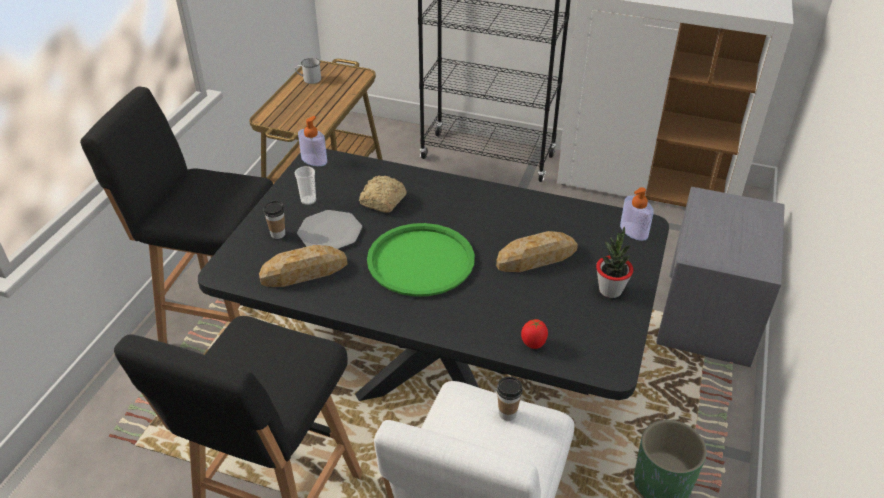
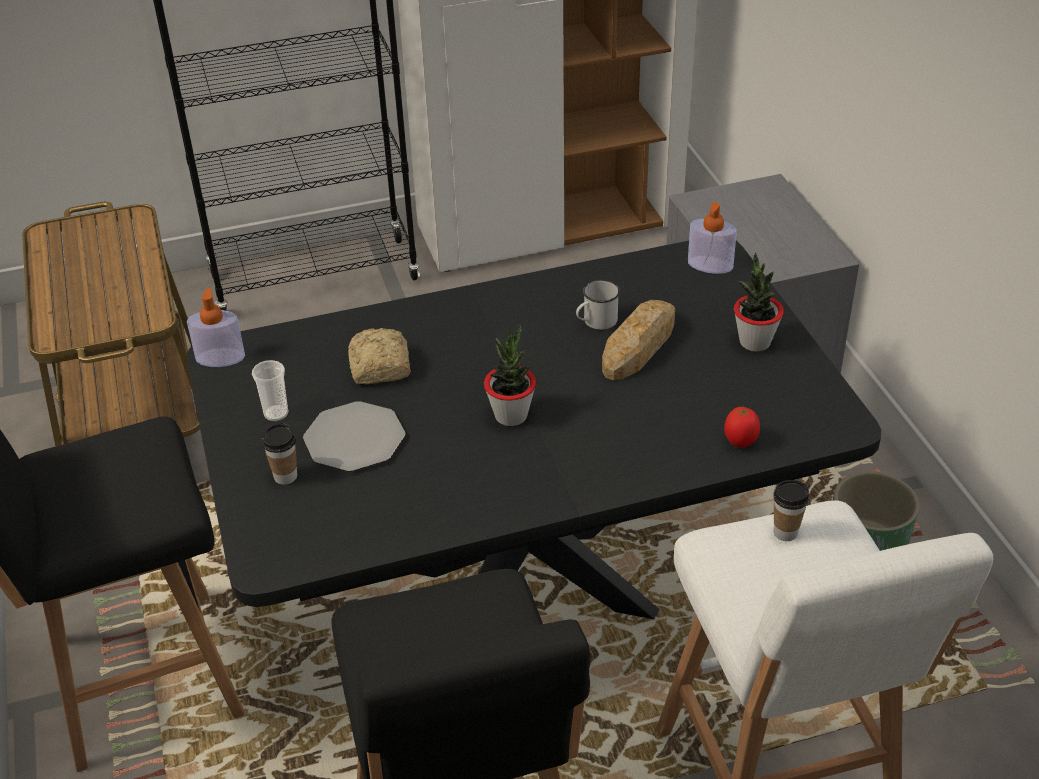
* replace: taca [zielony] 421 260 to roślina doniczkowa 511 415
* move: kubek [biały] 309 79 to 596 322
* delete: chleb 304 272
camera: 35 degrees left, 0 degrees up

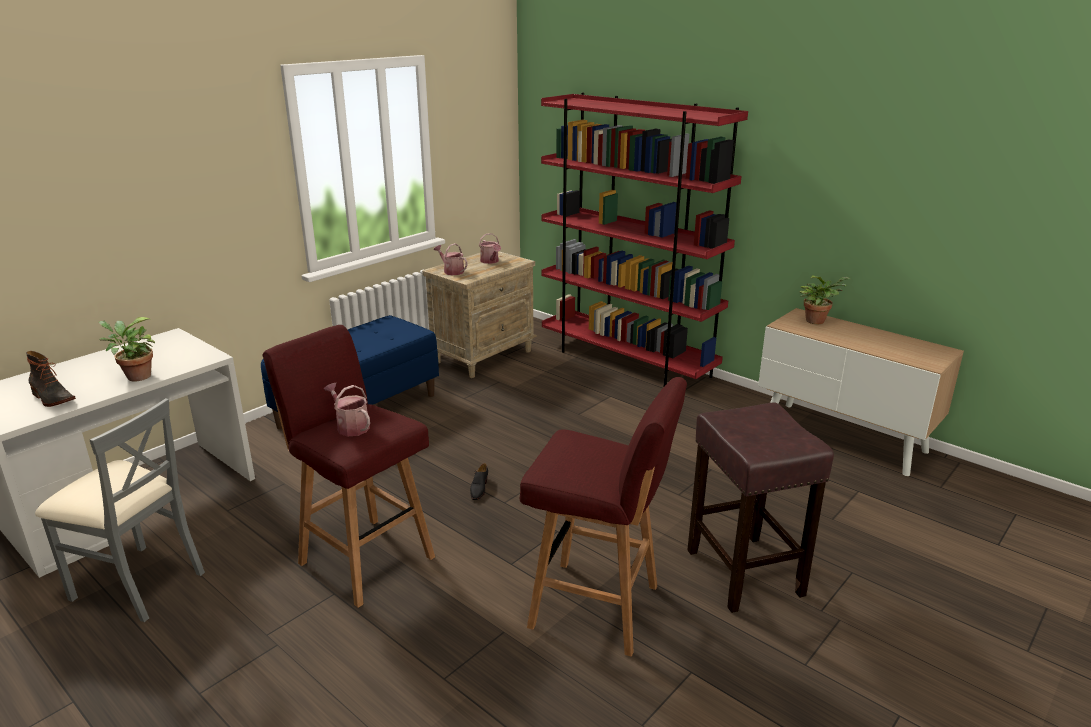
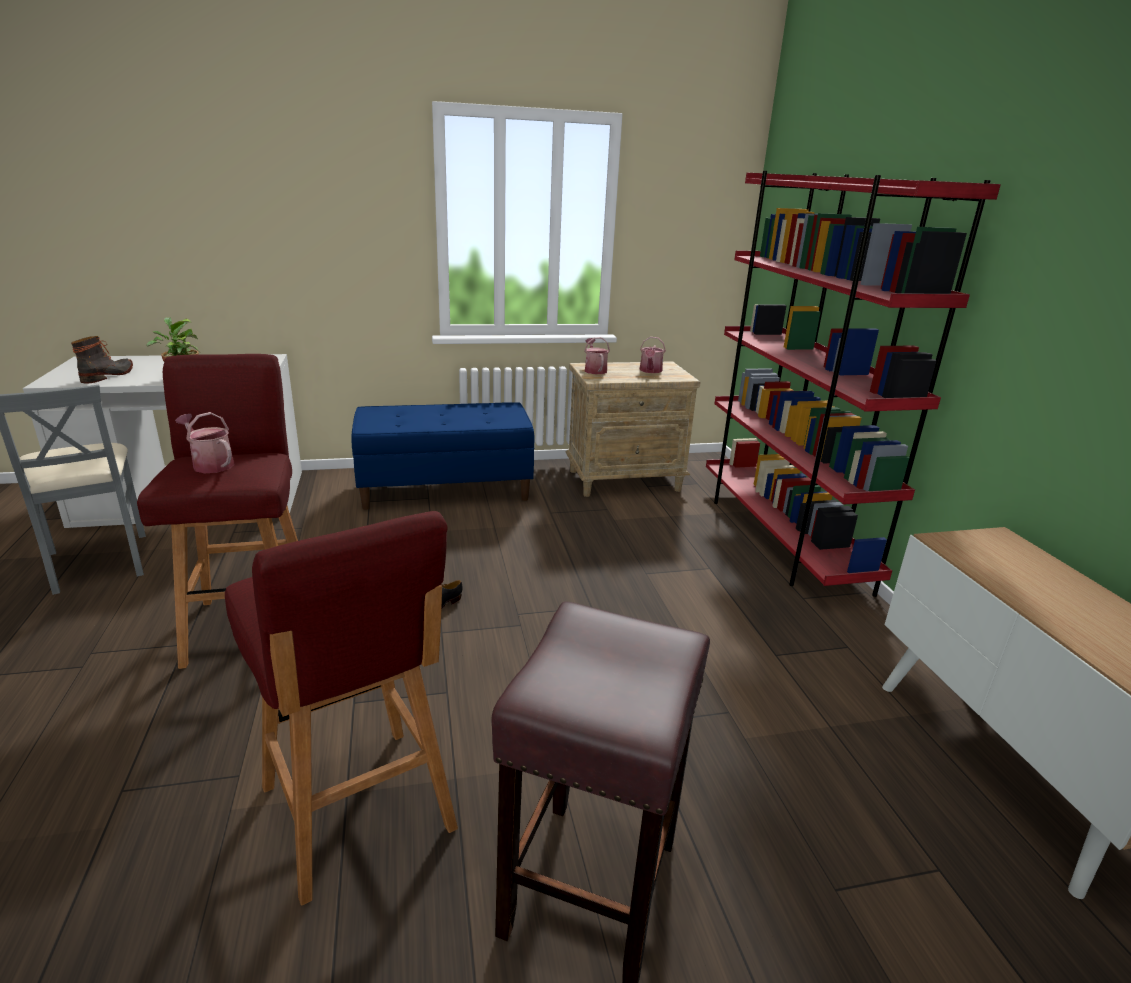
* rotate: but z cholewką 52 398 = 109 375 150 degrees counterclockwise
* rotate: konewka 350 426 = 210 464 45 degrees counterclockwise
* delete: roślina doniczkowa 817 320
camera: 35 degrees right, 0 degrees up

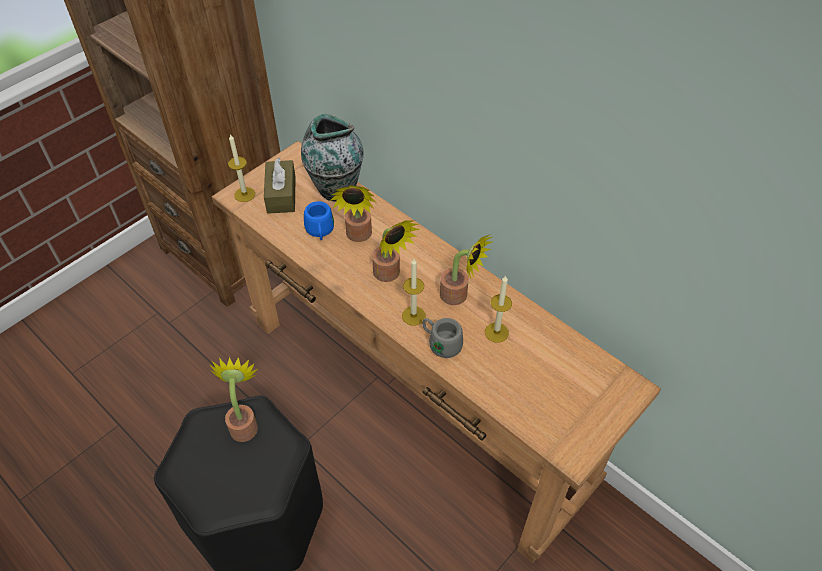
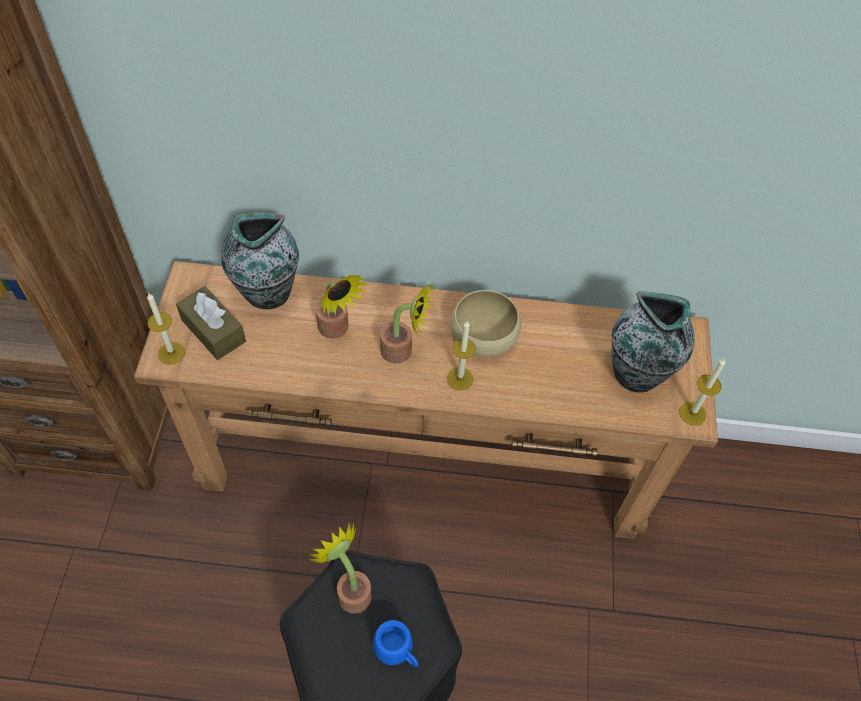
* move: kubek [niebieski] 320 232 to 397 652
* replace: roślina doniczkowa 458 296 to miska [beżowy] 483 335
* insert: wazon 638 373
* move: świeca 496 332 to 692 413
* delete: kubek [szary] 440 343
camera: 40 degrees left, 5 degrees up

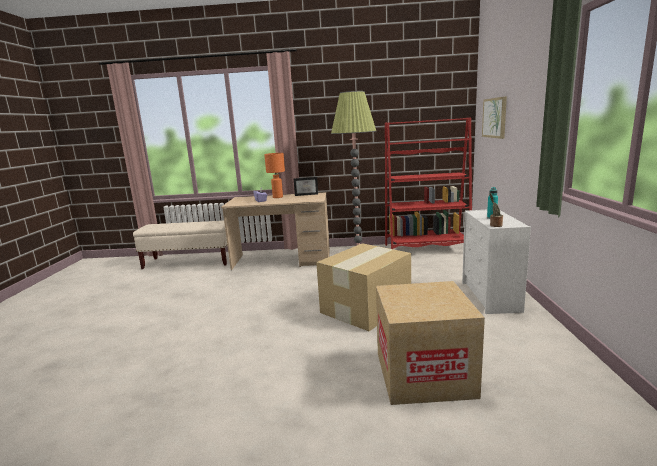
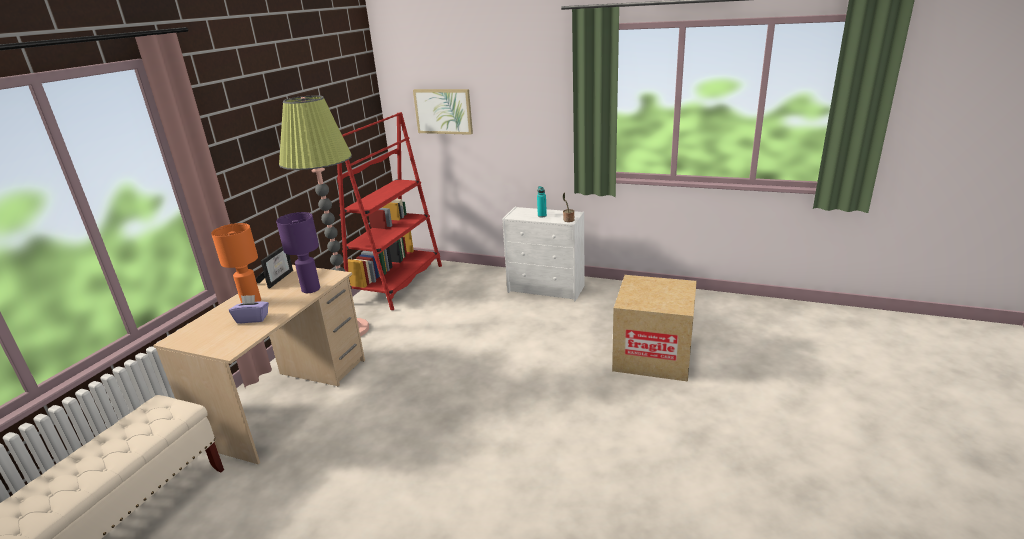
* insert: lampa stołowa [fioletowy] 311 289
* delete: karton 367 307
camera: 70 degrees left, 10 degrees up

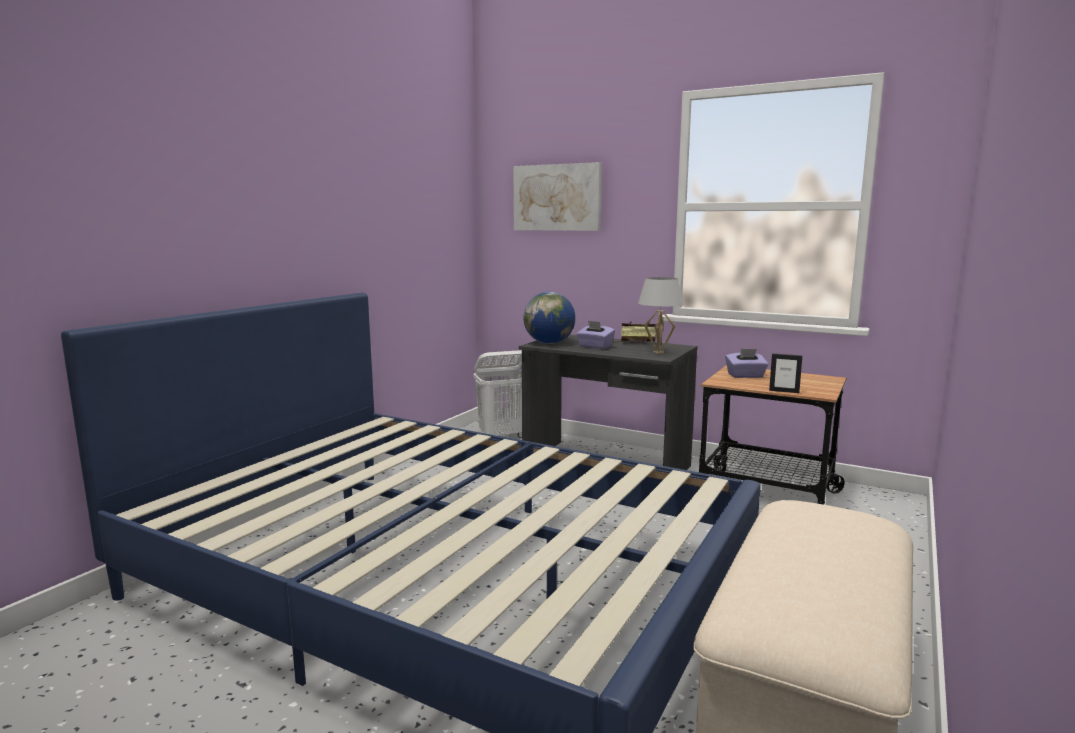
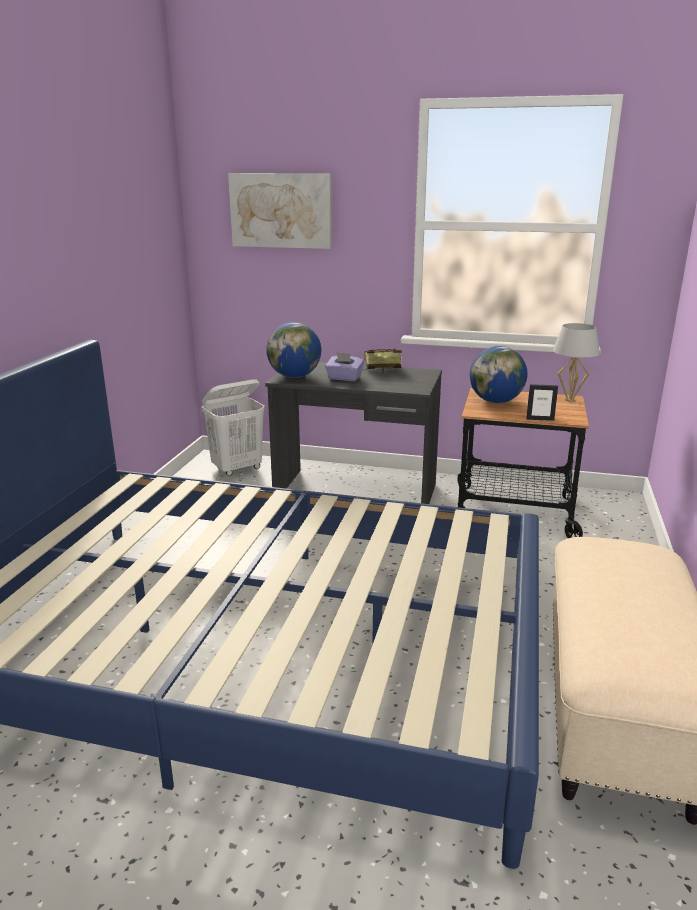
* replace: pudełko chusteczek [fioletowy] 745 376 to globus 496 401
* move: lampa stołowa [biały] 658 352 to 569 399
camera: 15 degrees left, 10 degrees up

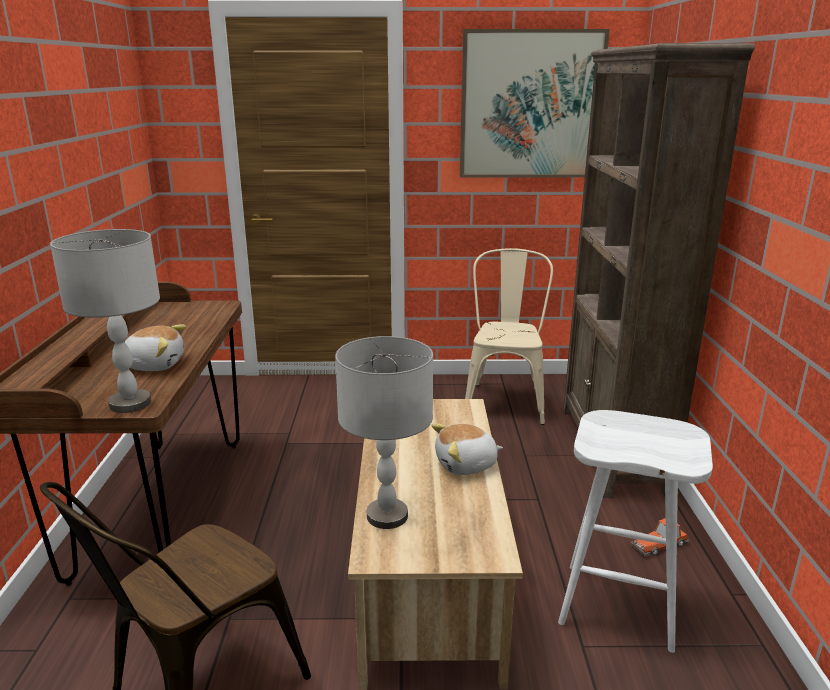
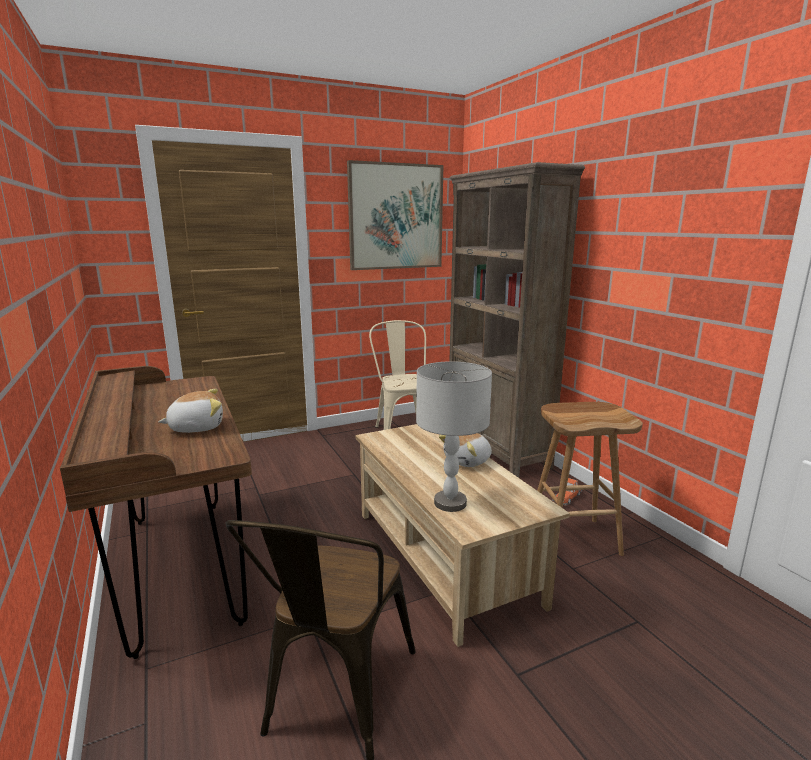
* recolor: stołek [biały] 620 605 to stołek [brązowy] 574 538
* delete: lampa stołowa [szary] 129 404
camera: 25 degrees left, 5 degrees down

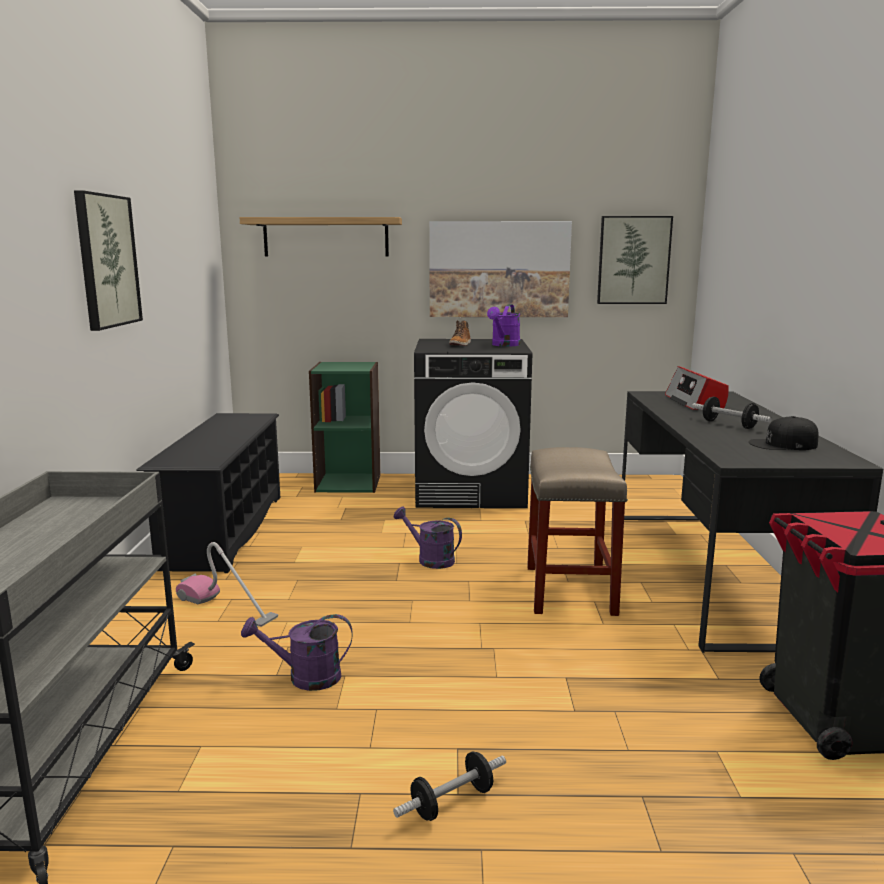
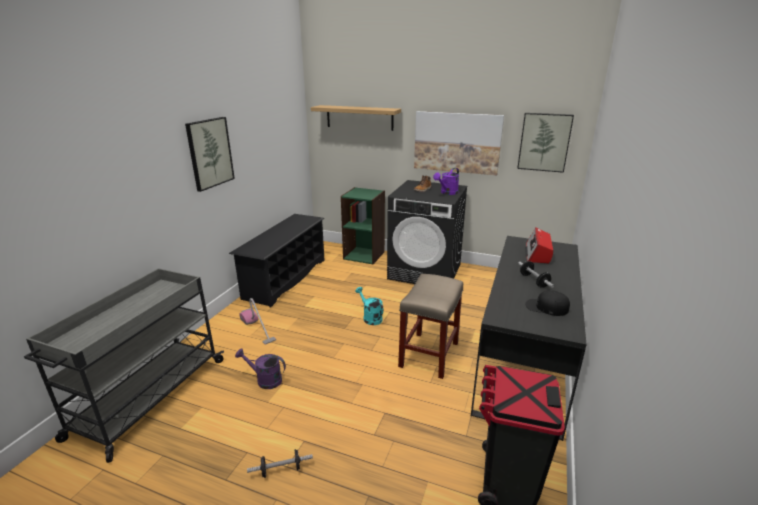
* recolor: konewka [fioletowy] 430 559 to konewka [turkusowy] 370 317
camera: 20 degrees right, 10 degrees up

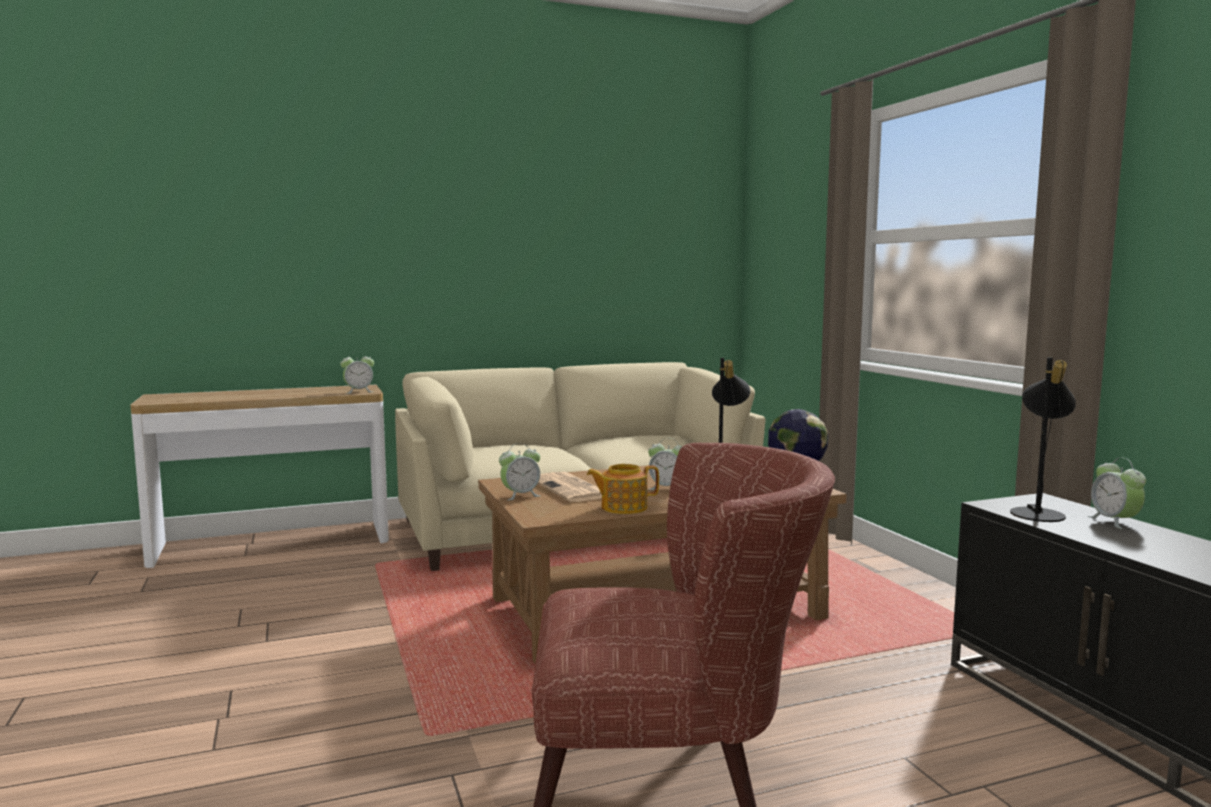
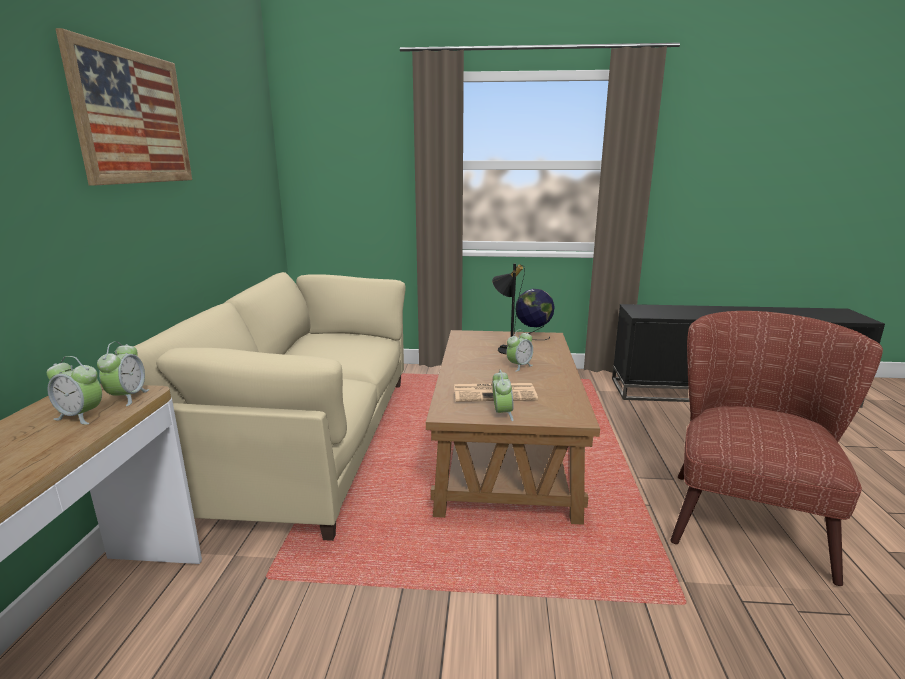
* move: budzik 1114 521 to 81 416
* insert: obraz 133 118
* delete: imbryk 623 507
* delete: lampa stołowa [czarny] 1038 512
camera: 65 degrees left, 10 degrees up

